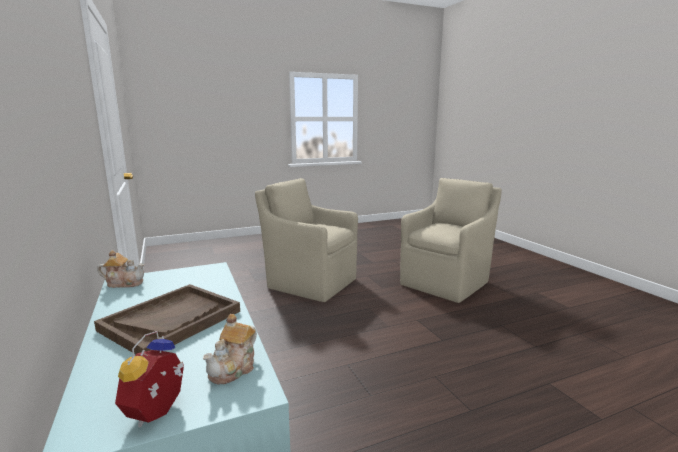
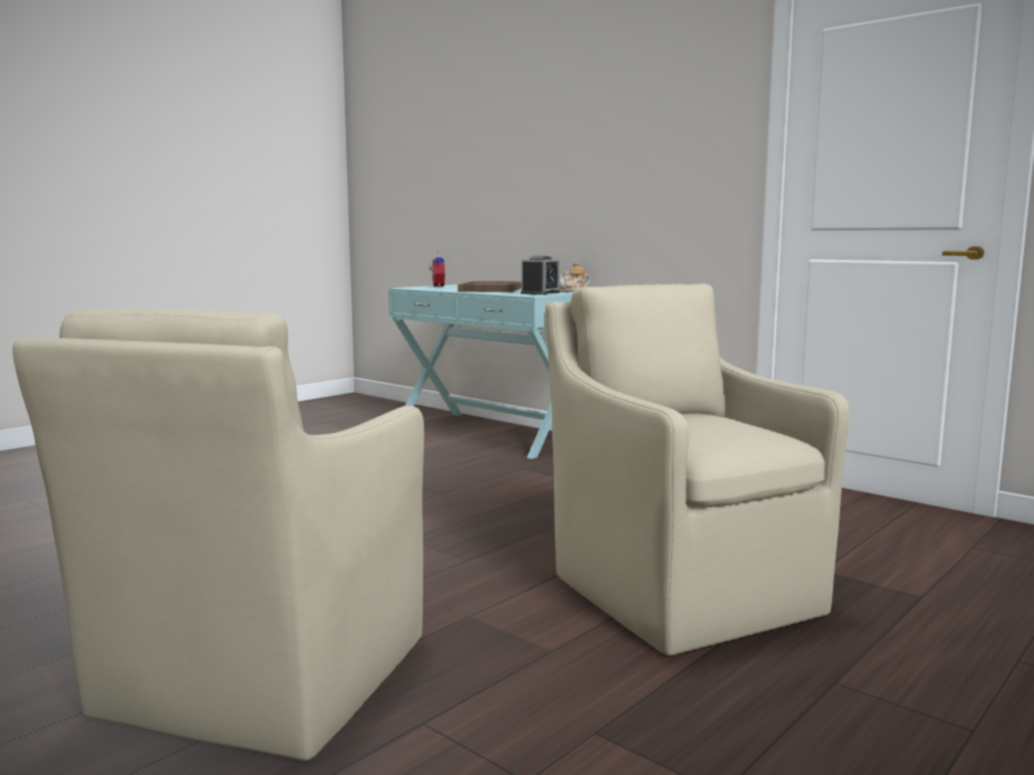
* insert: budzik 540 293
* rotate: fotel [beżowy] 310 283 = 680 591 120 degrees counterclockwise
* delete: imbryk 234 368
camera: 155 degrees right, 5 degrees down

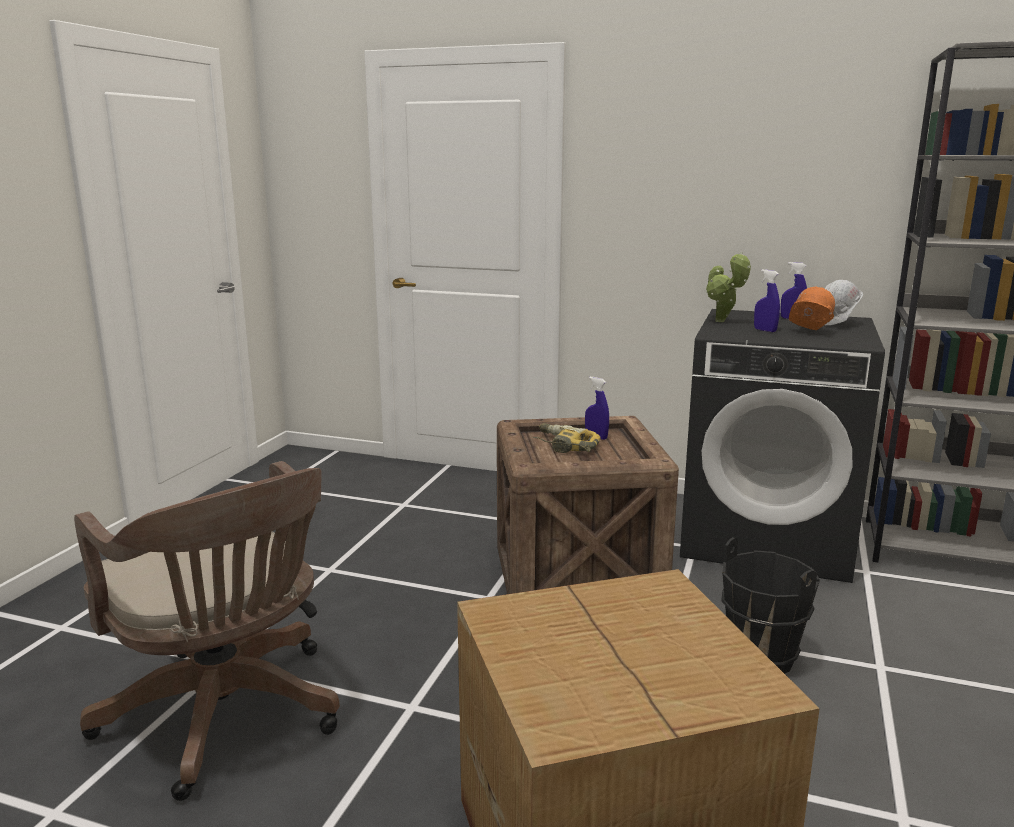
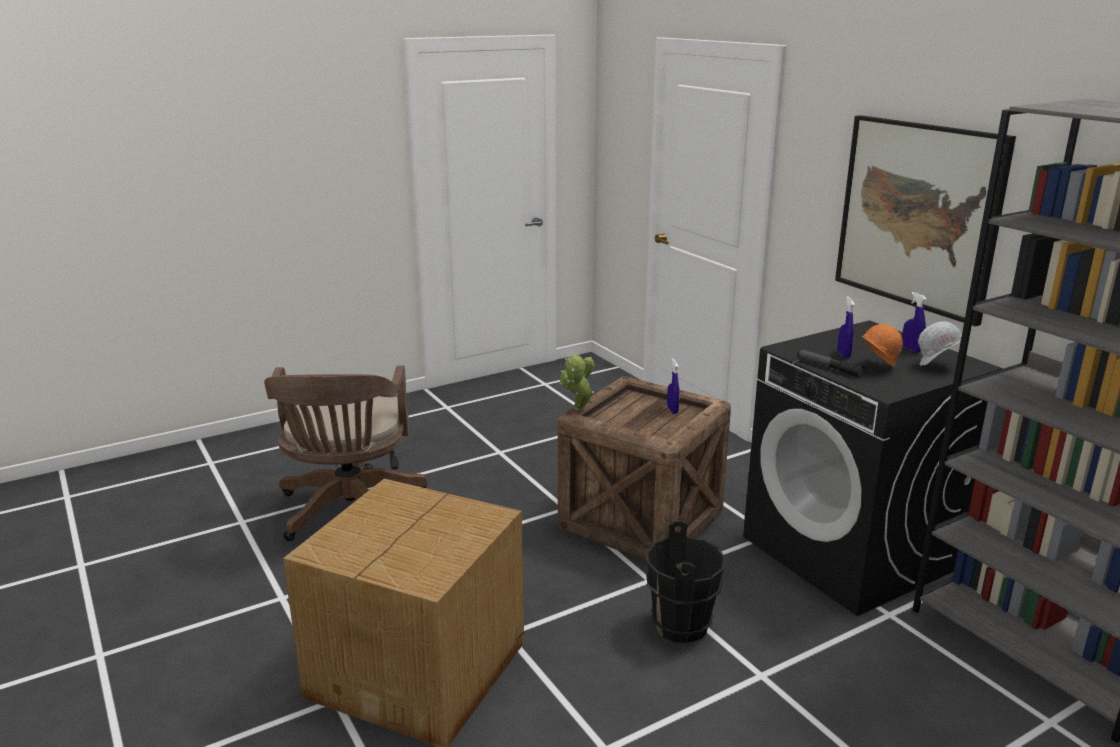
* move: roślina doniczkowa 722 322 to 577 410
* insert: latarka 828 368
* insert: obraz 918 216
* delete: wiertarka 563 446
camera: 40 degrees right, 5 degrees up

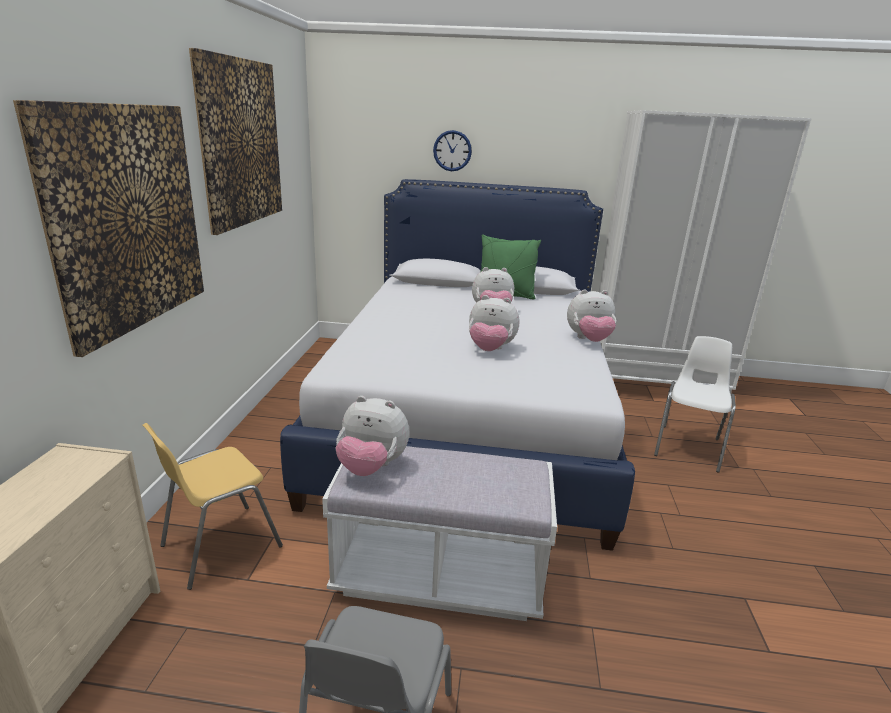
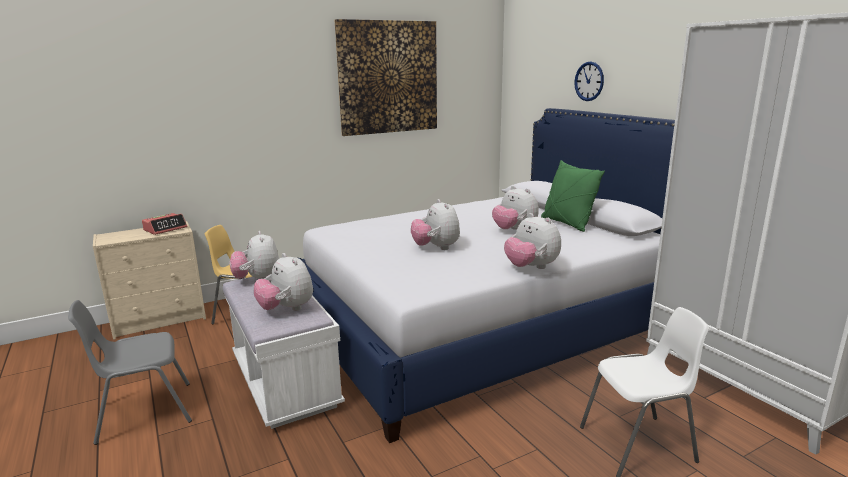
* insert: budzik 165 229
* insert: pluszak 286 309
* delete: obraz 127 219
camera: 55 degrees right, 5 degrees down

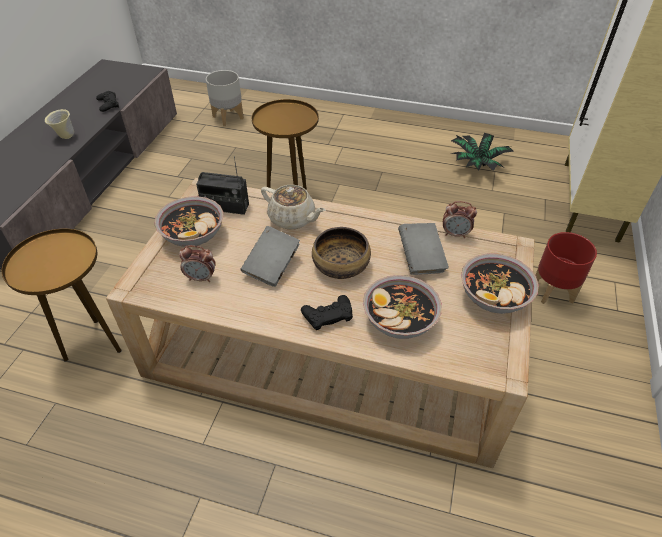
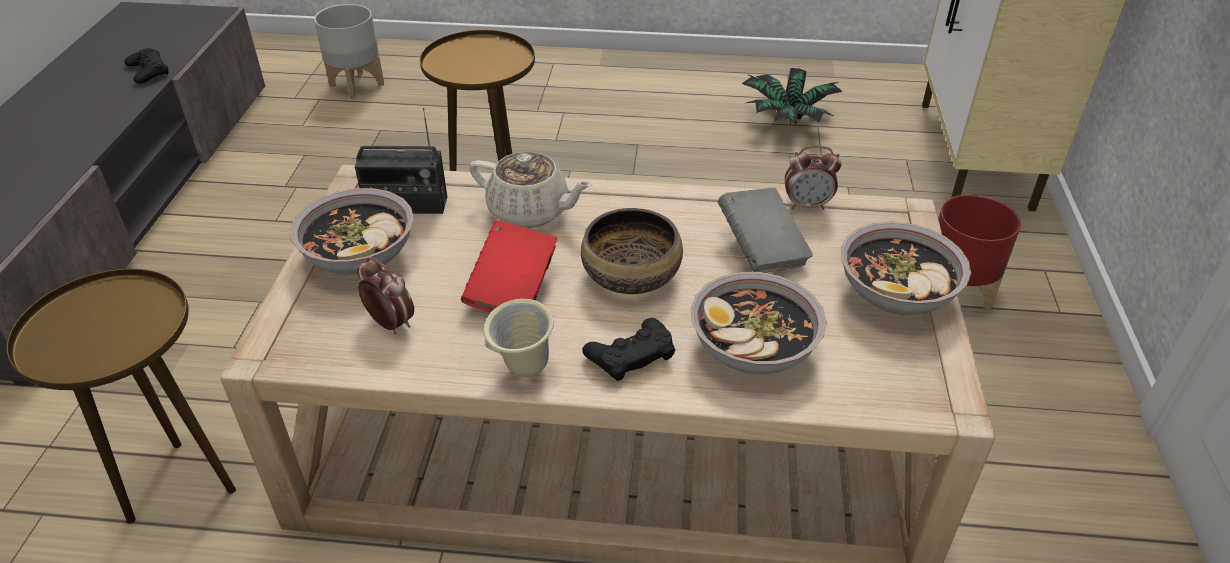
* rotate: budzik 201 278 = 390 323 135 degrees counterclockwise
* recolor: książka [szary] 272 266 to książka [czerwony] 512 290
* move: kubek [beżowy] 65 137 to 522 370
camera: 10 degrees left, 5 degrees down

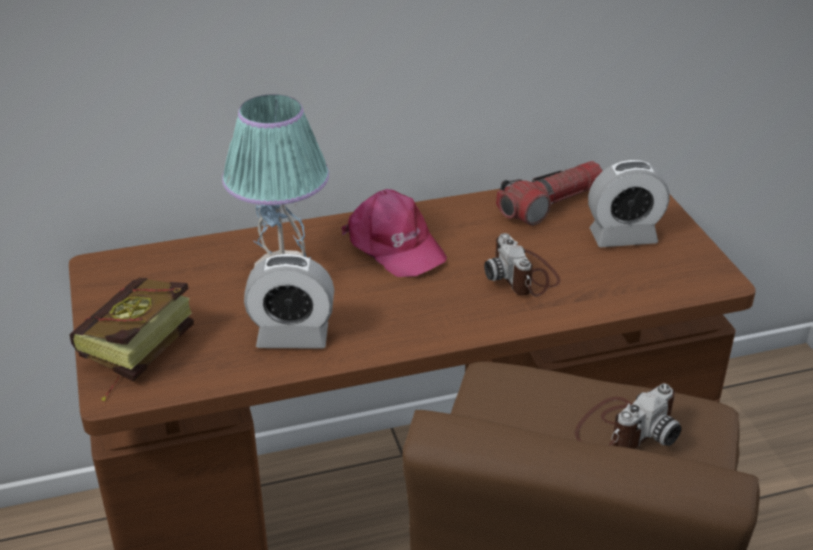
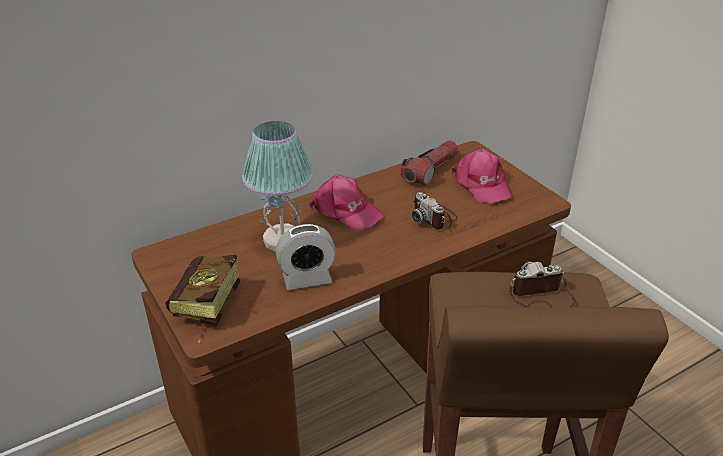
* replace: budzik 623 237 to czapka z daszkiem [różowy] 482 184
* rotate: aparat fotograficzny 624 428 = 541 298 135 degrees counterclockwise
camera: 15 degrees left, 0 degrees up

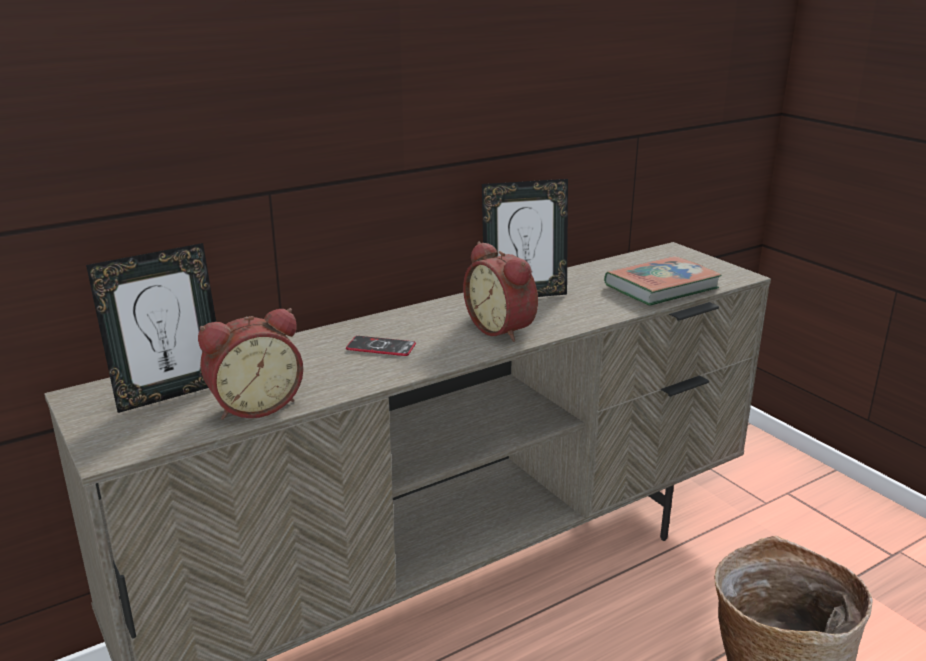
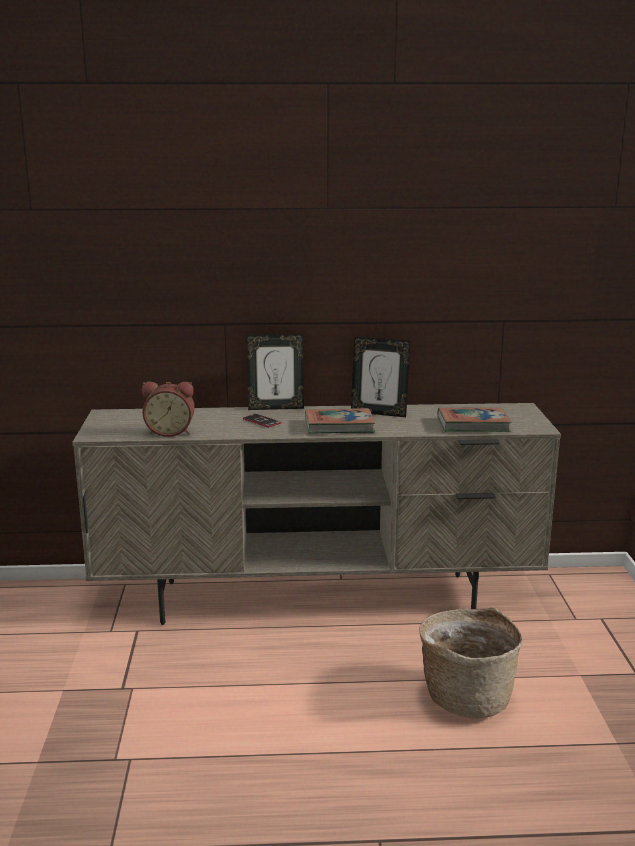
* move: ramka na zdjęcie 170 393 to 276 407
* replace: budzik 503 329 to książka 339 426
camera: 30 degrees right, 5 degrees down

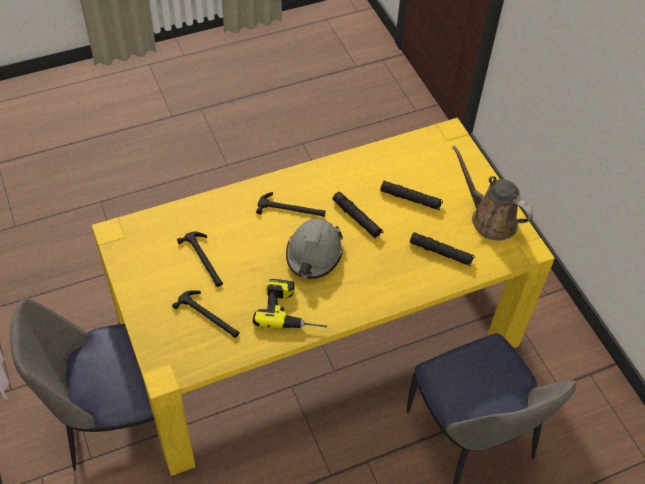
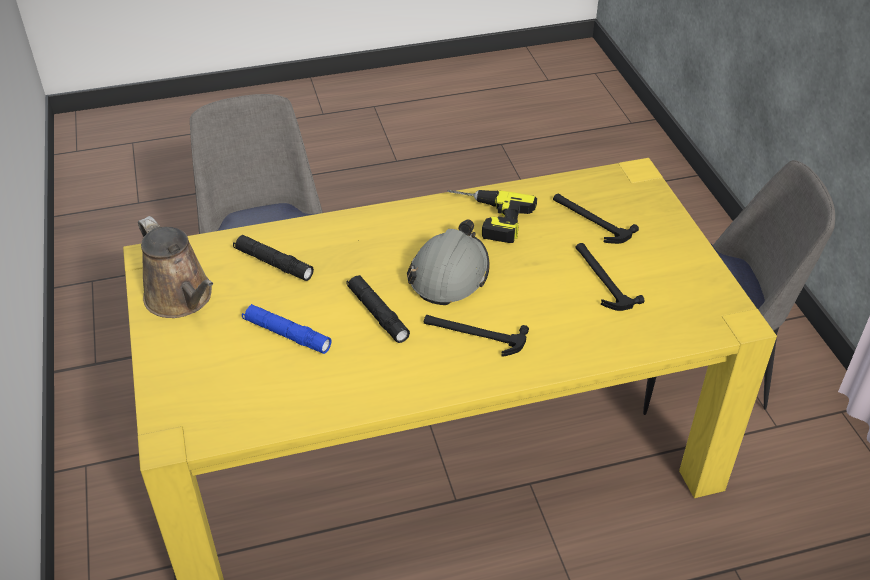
* recolor: latarka [czarny] 410 199 to latarka [niebieski] 287 334
camera: 170 degrees left, 10 degrees down

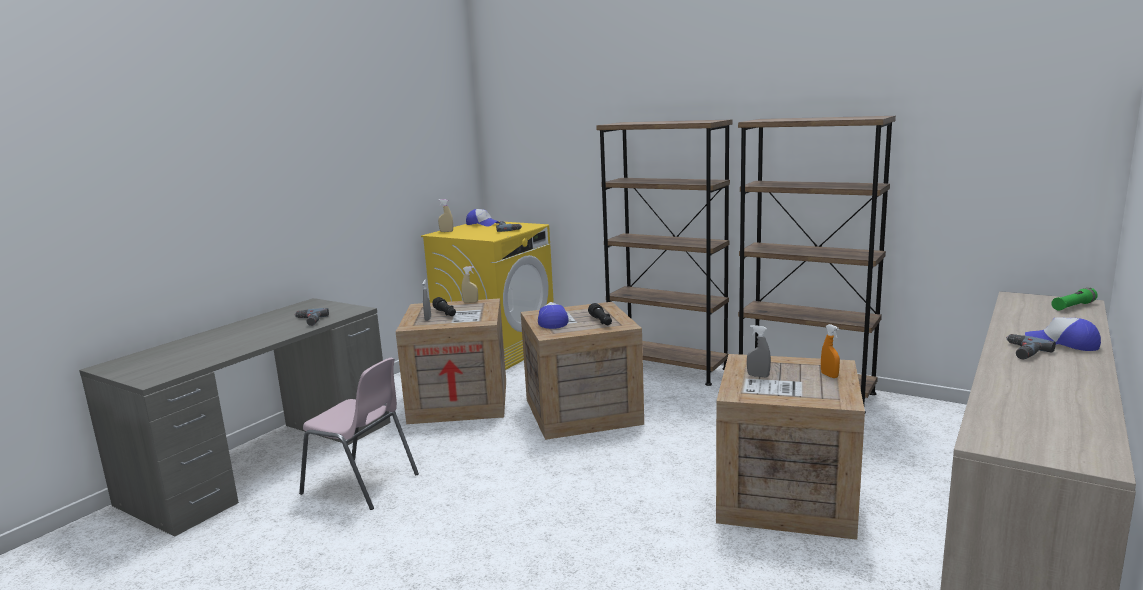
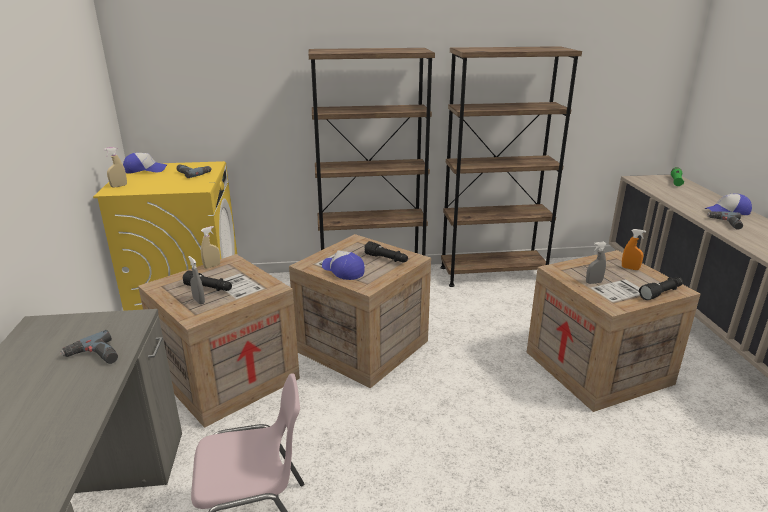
* insert: latarka [czarny] 661 293
camera: 40 degrees left, 10 degrees up

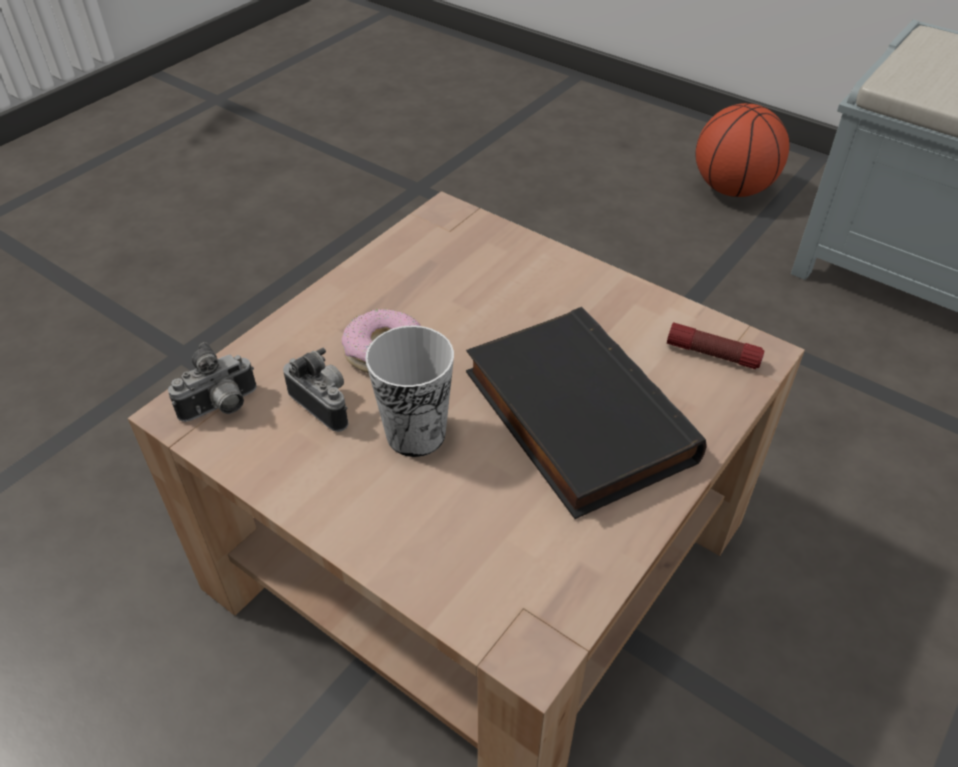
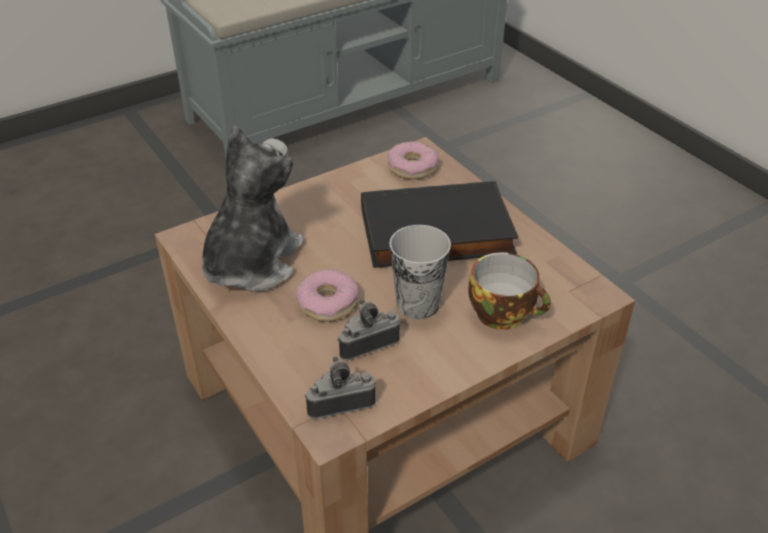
* insert: pluszak 251 263
* rotate: aparat fotograficzny 221 408 = 340 402 90 degrees counterclockwise
* replace: latarka 712 354 to donut 412 167
* insert: filiżanka 504 313
* delete: piłka do koszykówki 732 189
camera: 70 degrees left, 5 degrees down

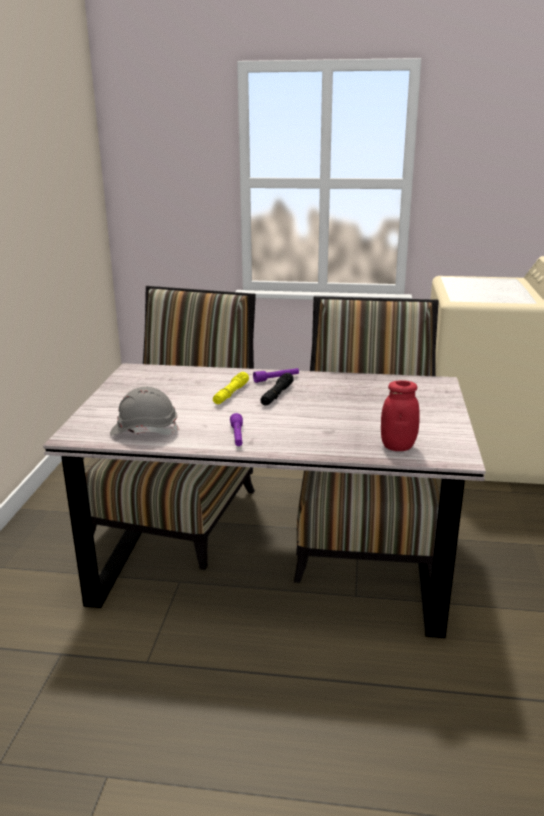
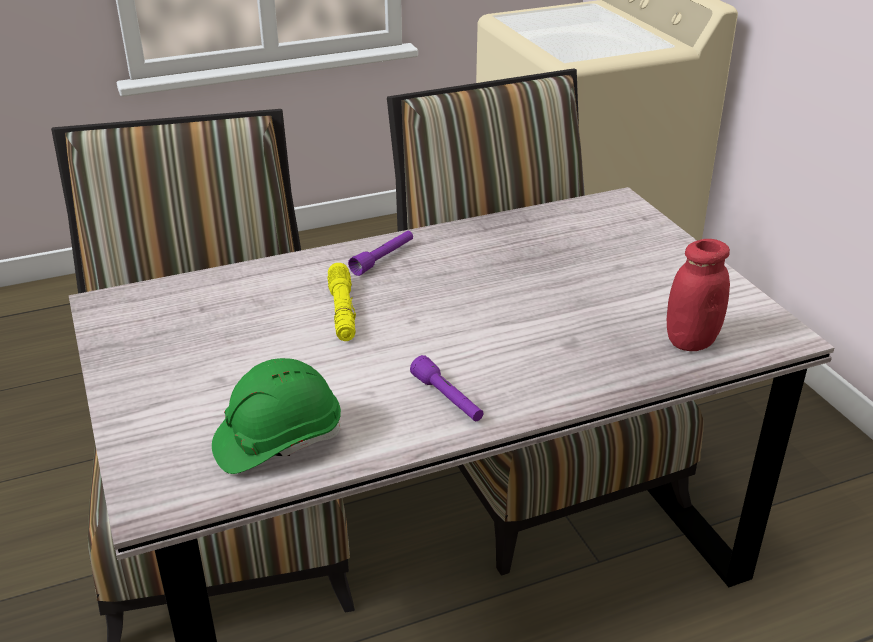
* recolor: kask [szary] 144 430 to kask [zielony] 278 440
* delete: latarka [czarny] 277 395
camera: 30 degrees left, 10 degrees up

